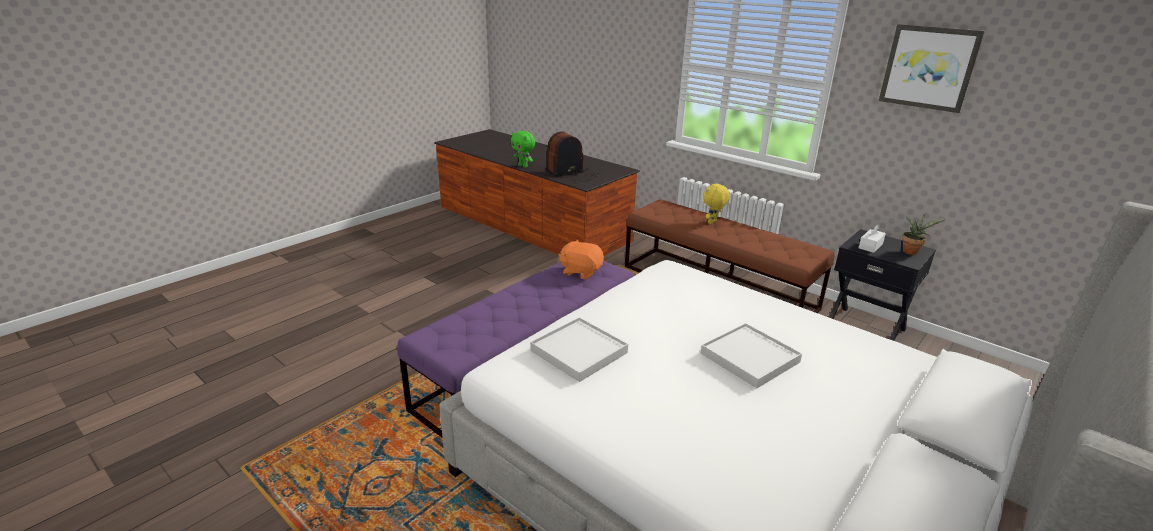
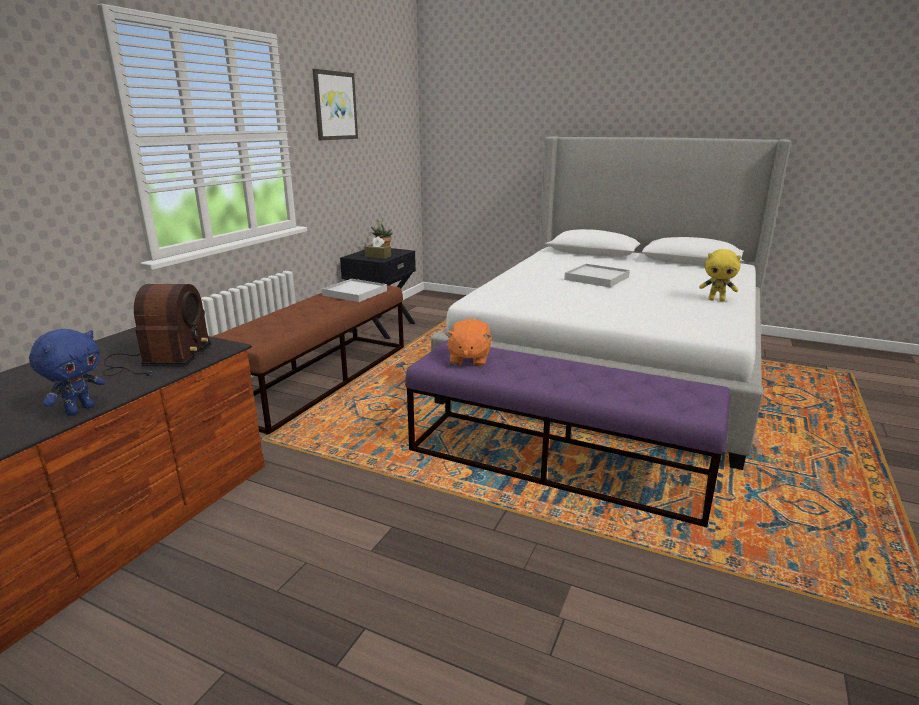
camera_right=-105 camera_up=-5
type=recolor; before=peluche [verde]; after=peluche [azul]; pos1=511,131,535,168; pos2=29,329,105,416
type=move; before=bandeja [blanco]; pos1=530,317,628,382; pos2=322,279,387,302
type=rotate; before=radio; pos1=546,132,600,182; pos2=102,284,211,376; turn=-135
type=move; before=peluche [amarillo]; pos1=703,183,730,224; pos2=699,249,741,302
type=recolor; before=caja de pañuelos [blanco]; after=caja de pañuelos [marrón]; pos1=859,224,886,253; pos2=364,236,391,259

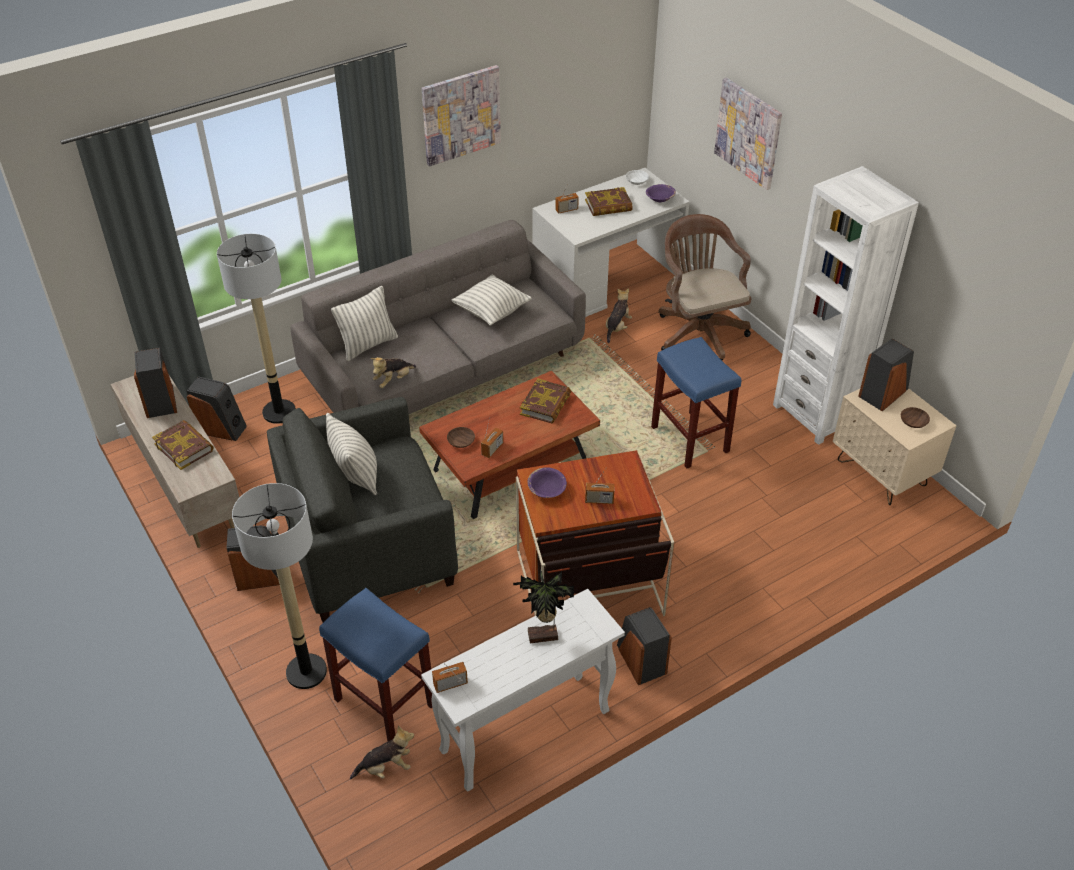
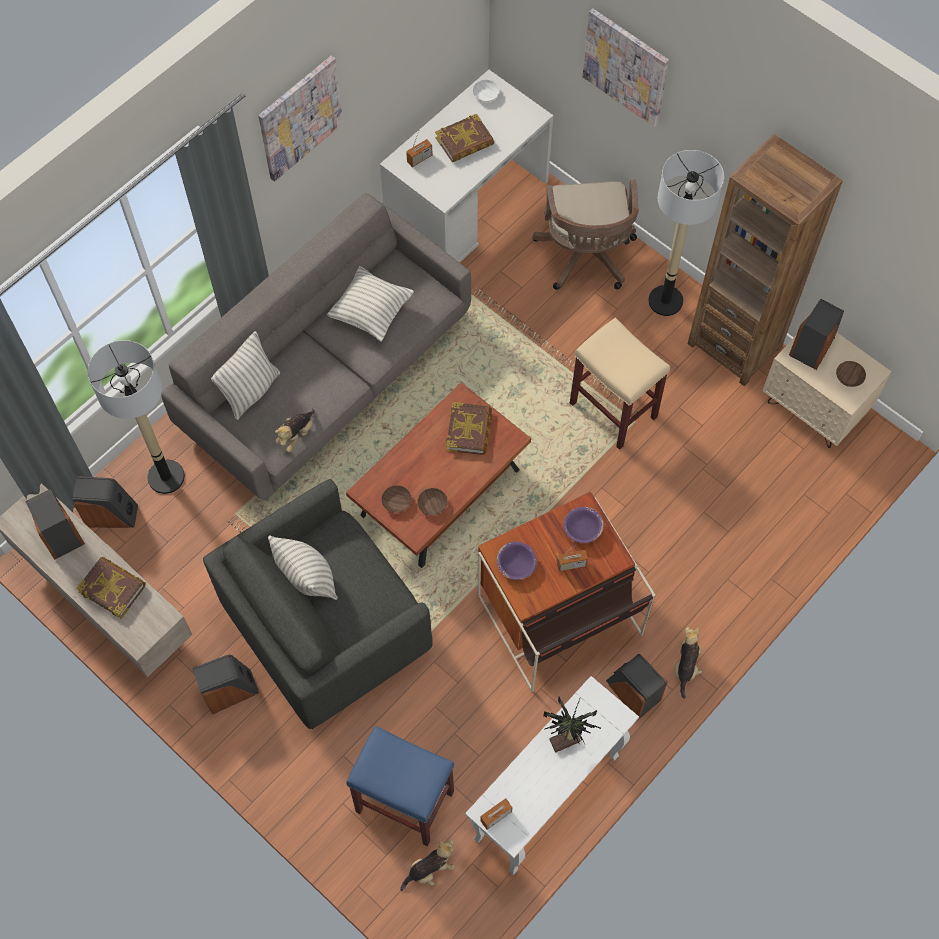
camera_right=-15 camera_up=20
type=move; before=lámpara de pie; pos1=232,483,327,689; pos2=648,150,724,316
type=replace; before=radio; after=cuenco [marrón]; pos1=481,417,503,458; pos2=417,488,448,516
type=move; before=peluche; pos1=606,288,632,343; pos2=675,627,702,699
type=move; before=cuenco [morado]; pos1=646,184,676,202; pos2=564,507,604,543
type=recolor; before=taburete [azul]; after=taburete [beis]; pos1=651,337,741,468; pos2=570,318,670,450
type=rotate; before=silla de oficina [marrón]; pos1=658,214,751,360; pos2=532,180,639,290; turn=-150
type=recolor; before=estantería [blanco]; after=estantería [marrón]; pos1=773,166,919,445; pos2=687,134,843,387

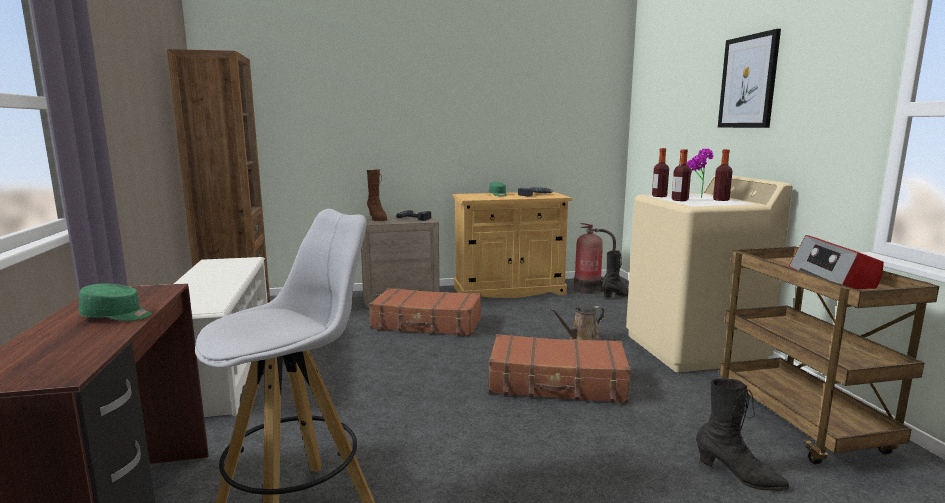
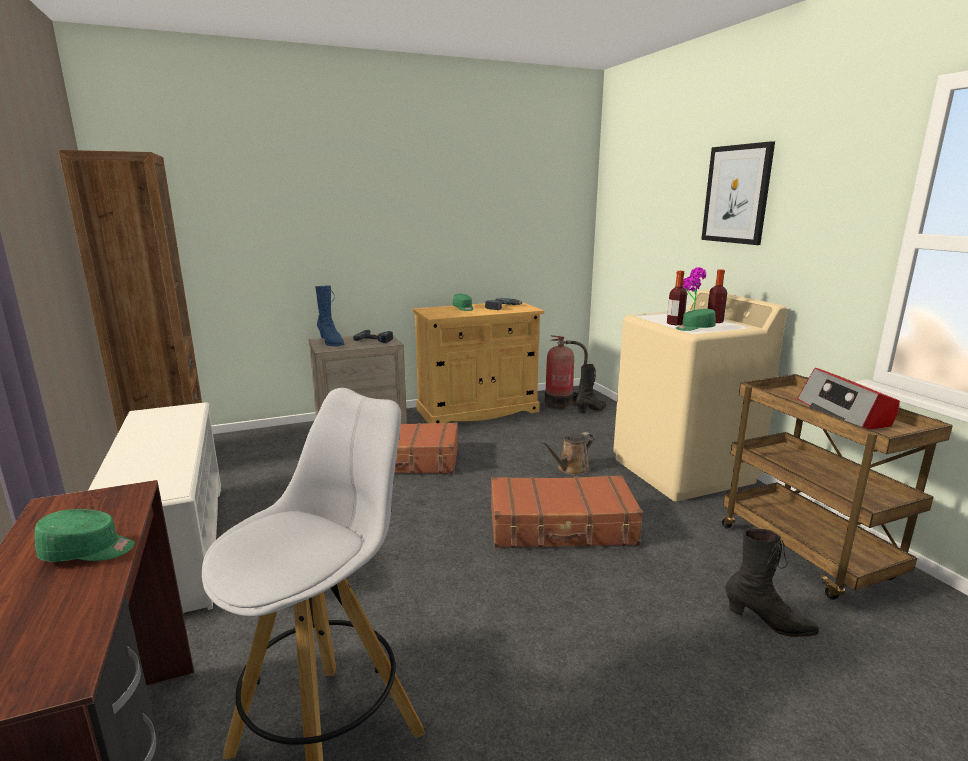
camera_right=-10 camera_up=5
type=recolor; before=bota [marrón]; after=bota [azul]; pos1=367,169,387,221; pos2=315,286,345,346
type=delete; before=botella; pos1=652,148,669,197
type=insert; after=gorra [verde]; pos2=676,309,716,331

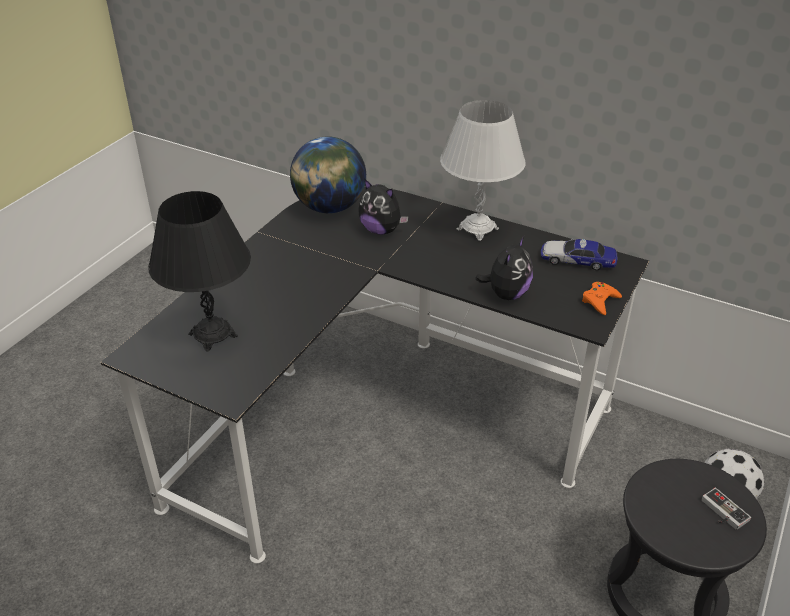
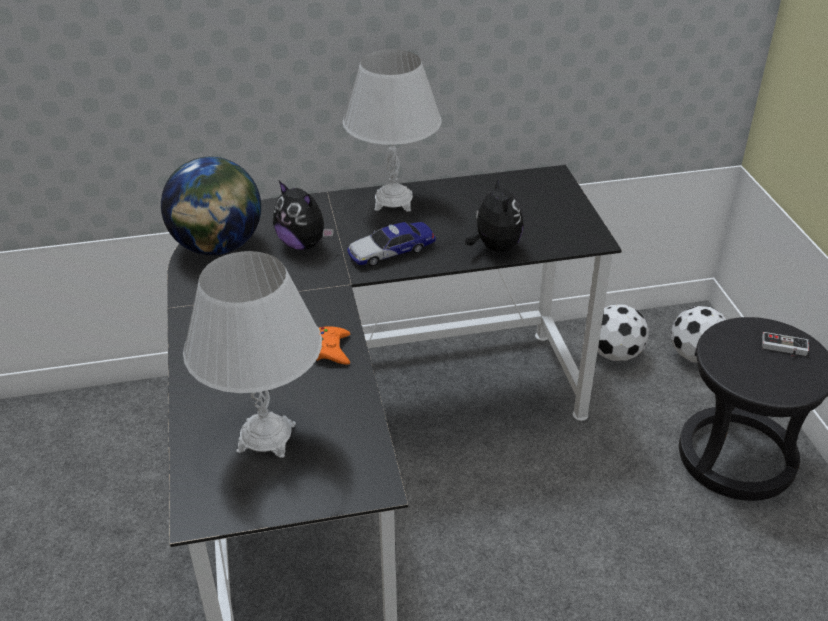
camera_right=-40 camera_up=0
type=recolor; before=lámpara de mesa [negro]; after=lámpara de mesa [blanco]; pos1=148,191,251,352; pos2=183,251,322,458
type=rotate; before=peluche; pos1=358,179,409,235; pos2=273,181,334,250; turn=45
type=move; before=coche de juguete; pos1=541,239,617,270; pos2=347,222,436,267
type=move; before=mando de consola [naranja]; pos1=582,282,622,315; pos2=317,326,350,365
type=insert; after=balón de fútbol; pos2=598,304,649,361

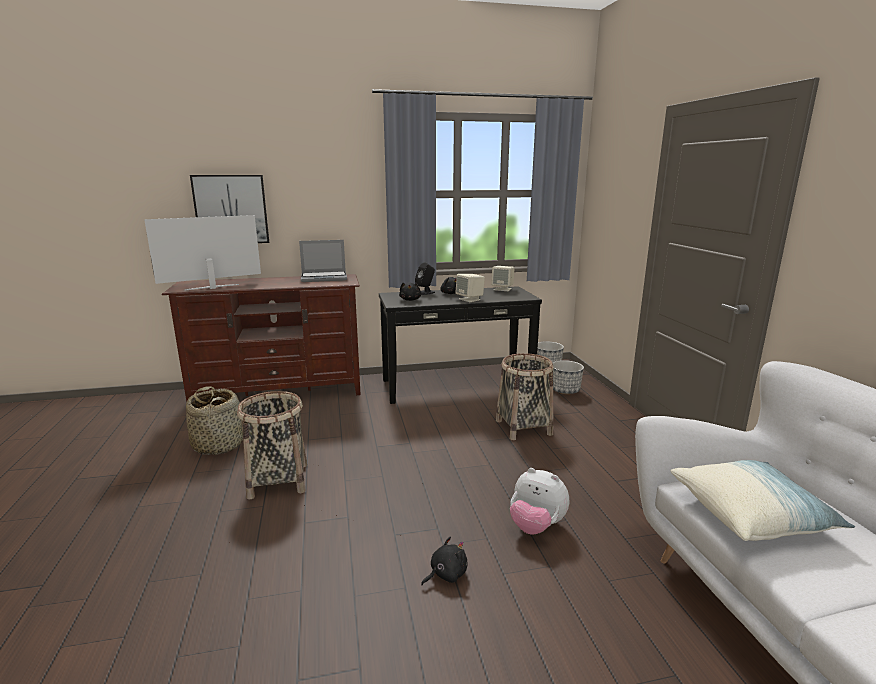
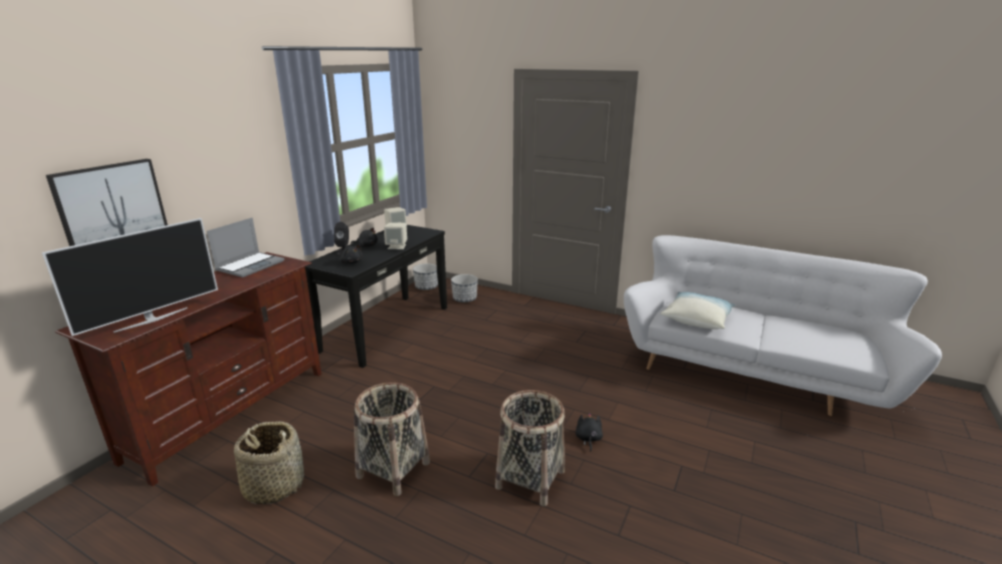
camera_right=-50 camera_up=5
type=rotate; before=televisor; pos1=144,215,261,290; pos2=42,218,218,336; turn=-150
type=move; before=cesta; pos1=496,353,554,440; pos2=495,390,565,506
type=delete; before=peluche; pos1=510,468,569,534

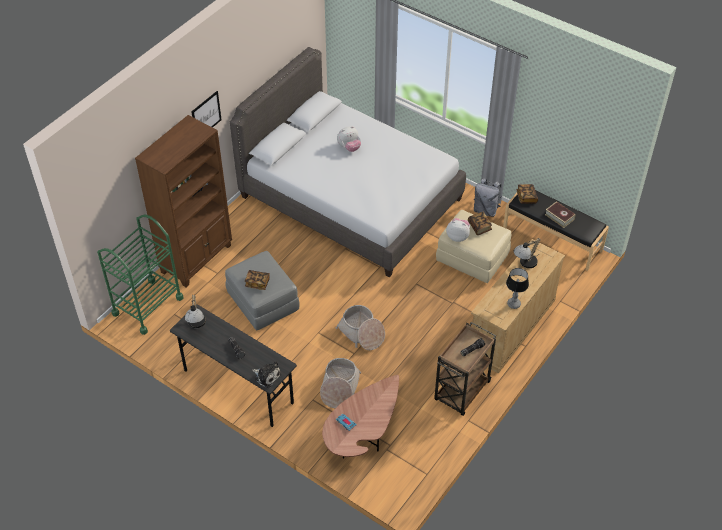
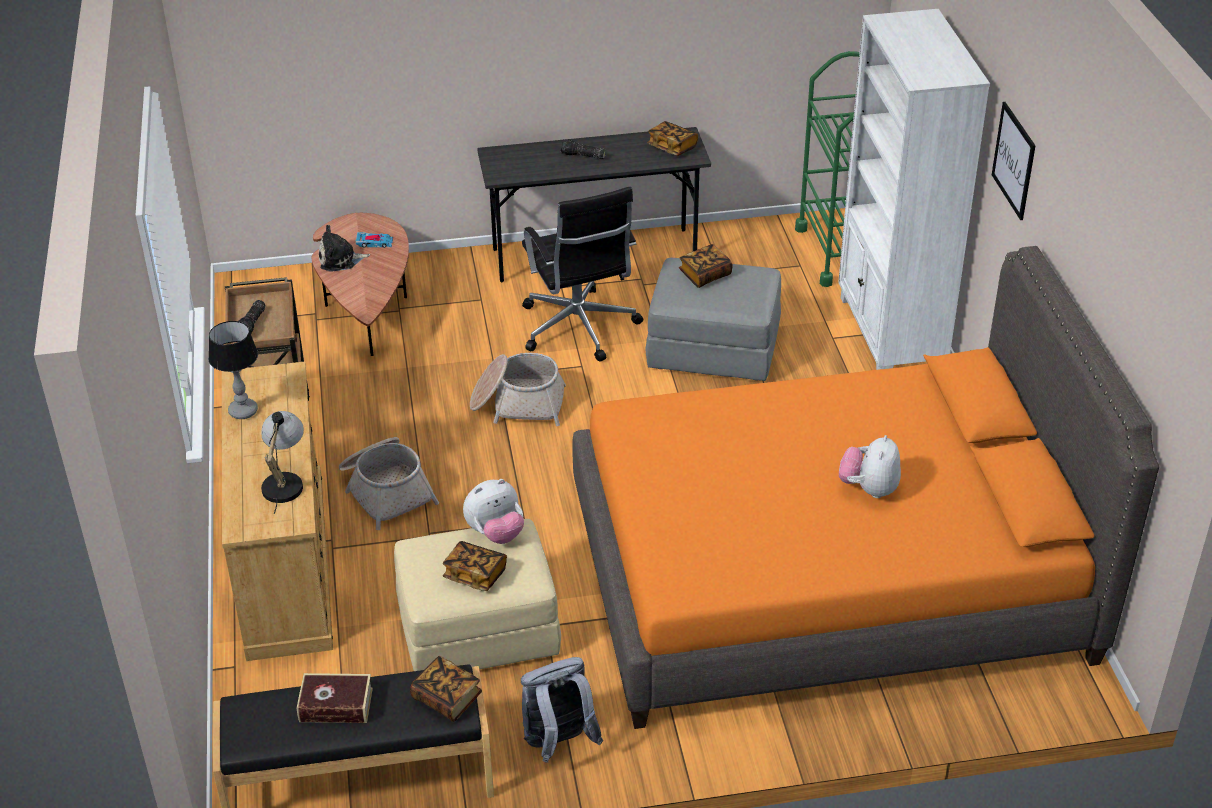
camera_right=135 camera_up=-10
type=recolor; before=estantería [marrón]; after=estantería [blanco]; pos1=135,115,232,287; pos2=838,9,990,370
type=replace; before=lámpara de mesa; after=libro; pos1=185,295,206,328; pos2=647,121,698,156
type=recolor; before=cama [gris]; after=cama [naranja]; pos1=230,47,466,277; pos2=572,246,1159,729
type=move; before=peluche; pos1=252,361,281,388; pos2=319,225,370,272
type=move; before=cesta; pos1=320,358,361,408; pos2=339,437,439,530
type=insert; after=silla de oficina [negro]; pos2=522,187,643,361

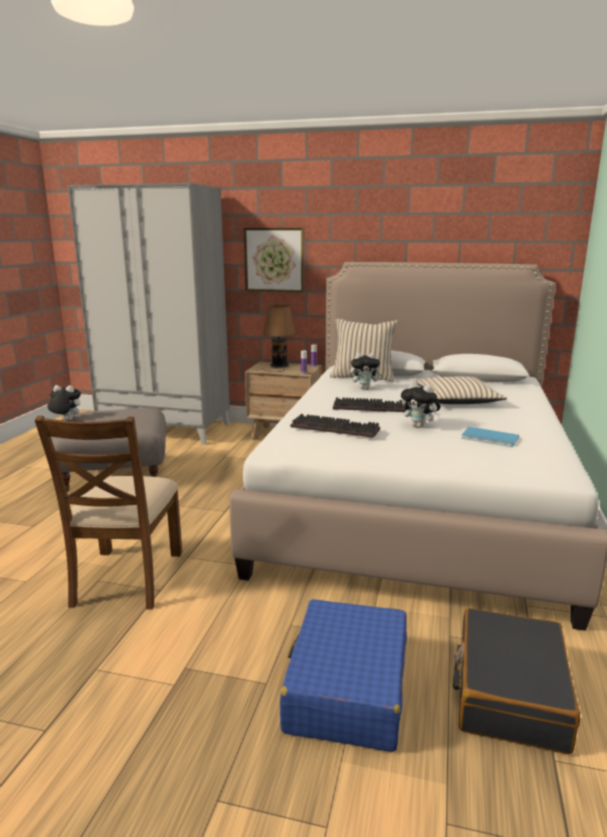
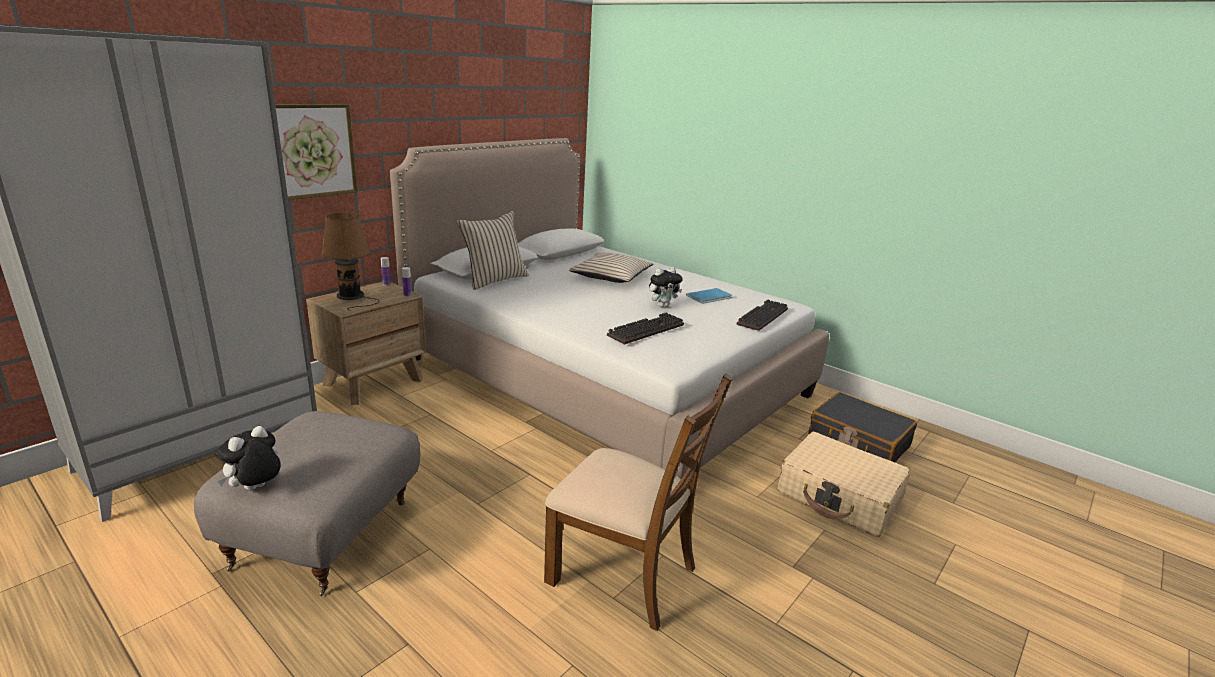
camera_right=-65 camera_up=5
type=recolor; before=maleta [azul]; after=maleta [beis]; pos1=280,599,407,752; pos2=778,432,911,537
type=move; before=teclado; pos1=333,397,406,412; pos2=736,300,788,331
type=delete; before=peluche; pos1=350,353,383,389

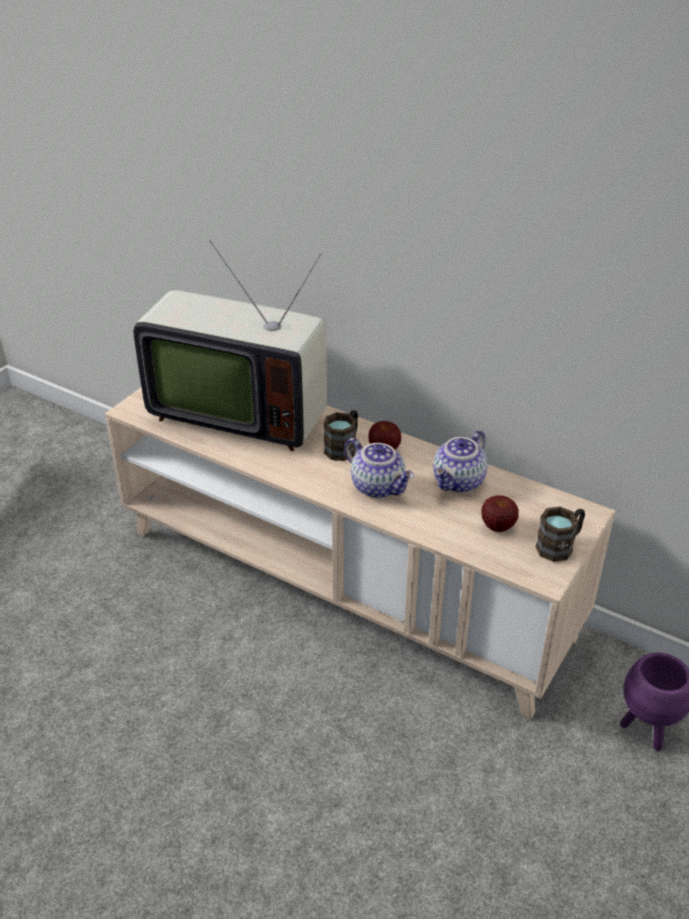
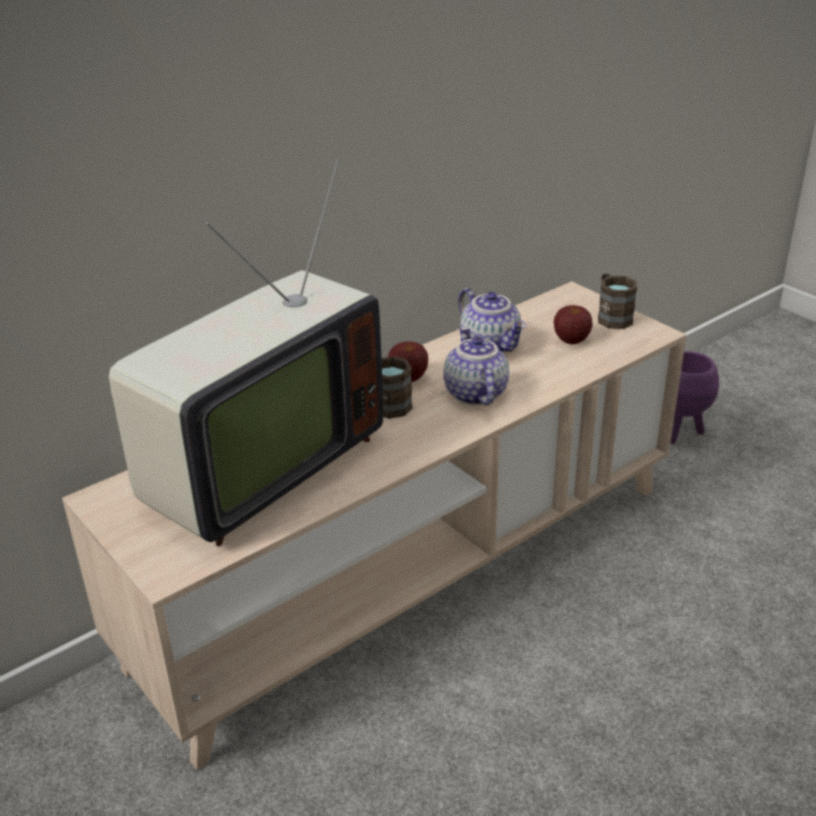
camera_right=-70 camera_up=-5
type=rotate; before=tetera; pos1=344,438,414,498; pos2=443,327,509,405; turn=-75

